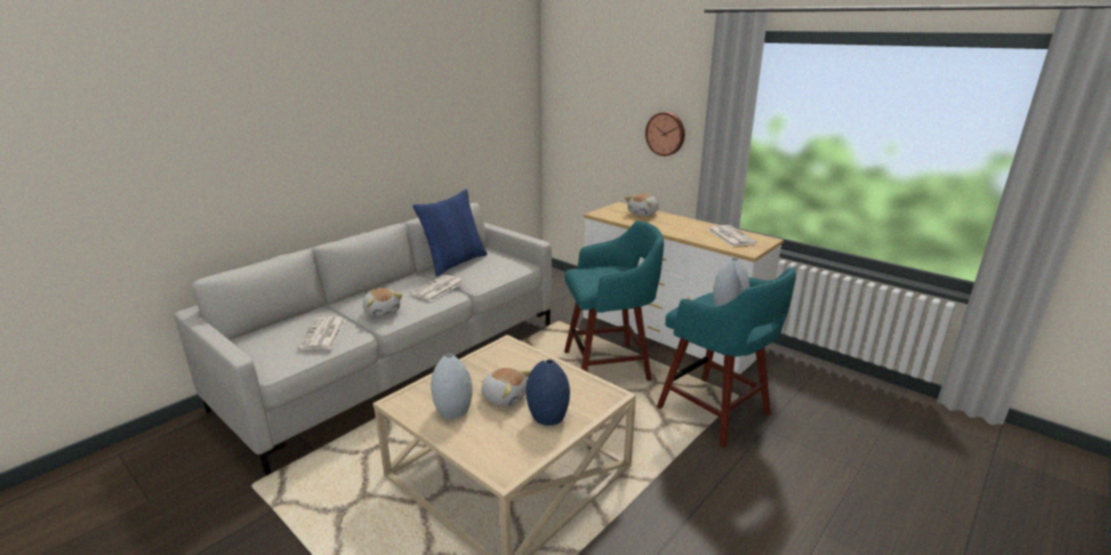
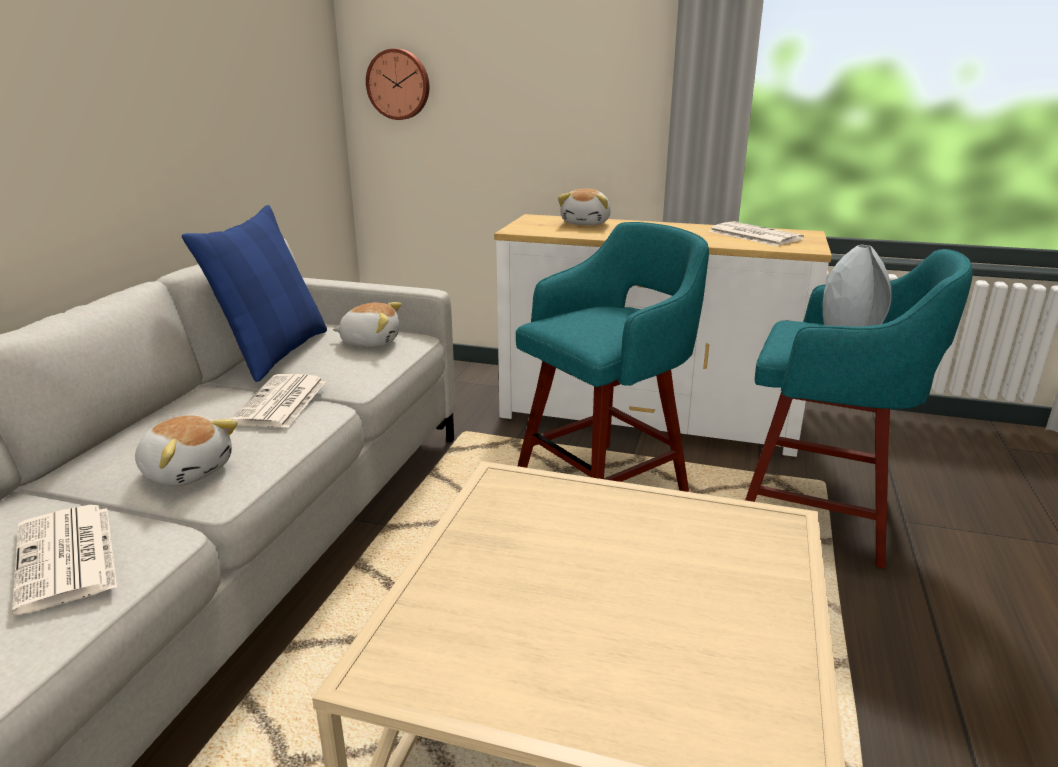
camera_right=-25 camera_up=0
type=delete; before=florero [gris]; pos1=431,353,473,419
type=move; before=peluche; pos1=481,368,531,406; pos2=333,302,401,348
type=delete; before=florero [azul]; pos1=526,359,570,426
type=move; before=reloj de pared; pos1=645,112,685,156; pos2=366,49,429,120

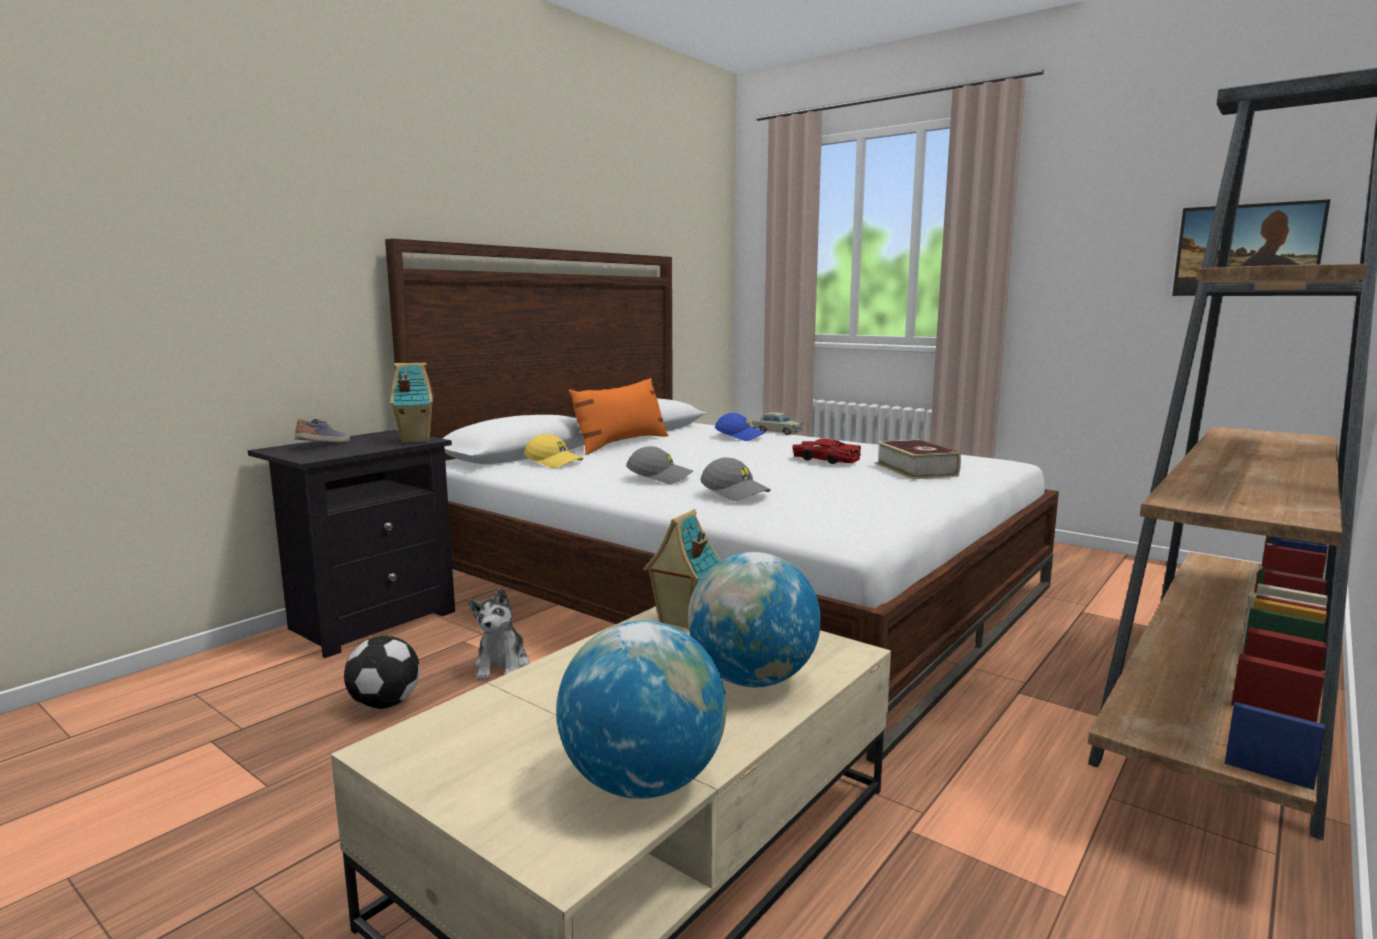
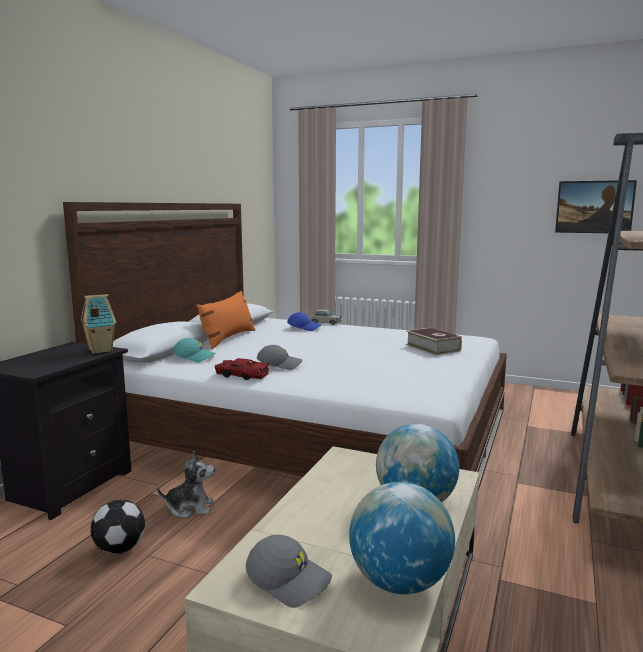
camera_right=-15 camera_up=0
type=delete; before=zapato; pos1=295,419,350,442
type=rotate; before=peluche; pos1=468,588,530,680; pos2=157,451,215,518; turn=-75
type=recolor; before=gorra [amarillo]; after=gorra [turquesa]; pos1=524,434,583,468; pos2=173,338,216,363
type=delete; before=casita; pos1=644,509,721,630
type=move; before=gorra [gris]; pos1=700,457,771,501; pos2=246,535,332,608
type=move; before=coche de juguete [rojo]; pos1=792,438,861,464; pos2=215,358,269,380

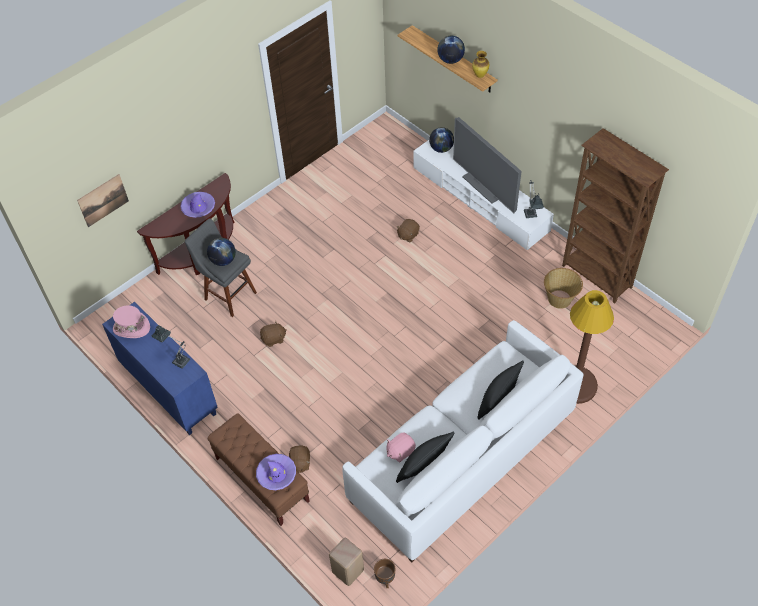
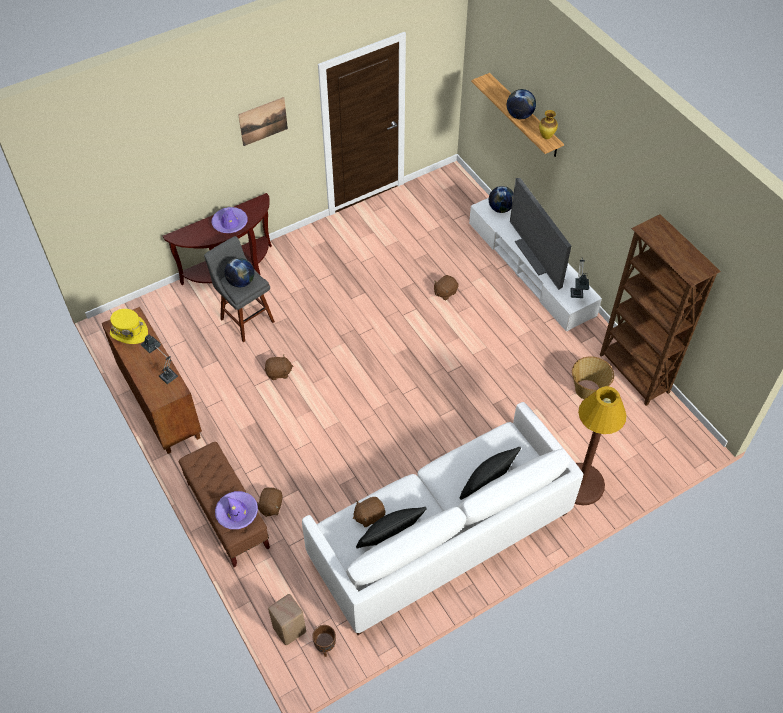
camera_right=10 camera_up=0
type=move; before=cuadro; pos1=77,174,129,227; pos2=238,97,288,146
type=recolor; before=armario [azul]; after=armario [marrón]; pos1=102,302,218,435; pos2=102,307,202,454
type=recolor; before=sombrero [rosa]; after=sombrero [amarillo]; pos1=113,305,150,338; pos2=110,309,148,344
type=recolor; before=peluche [rosa]; after=peluche [marrón]; pos1=387,432,416,463; pos2=353,497,385,527

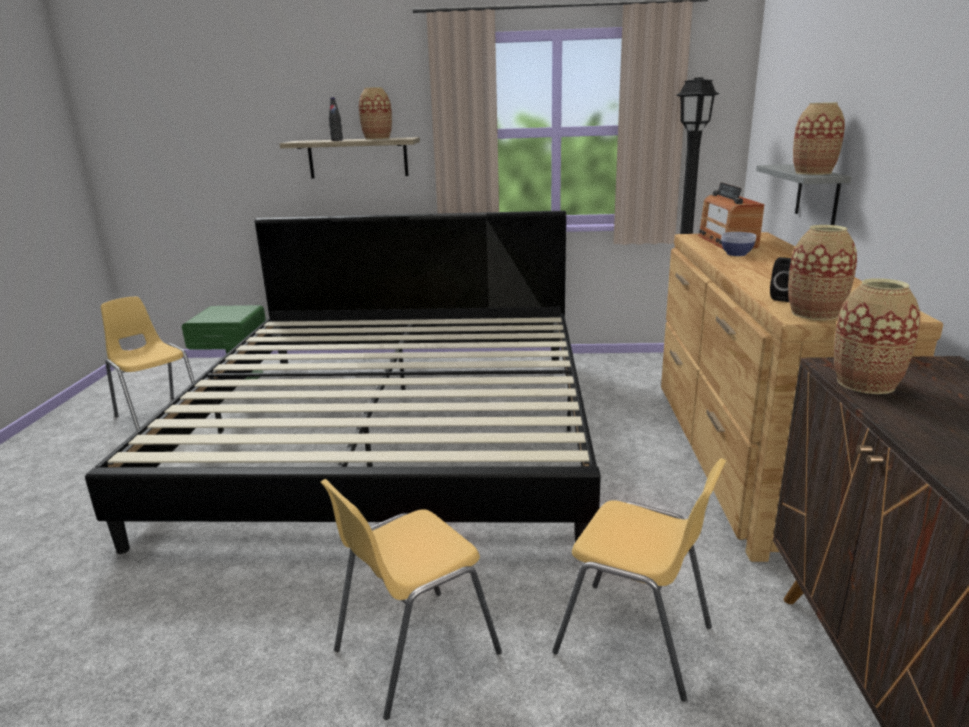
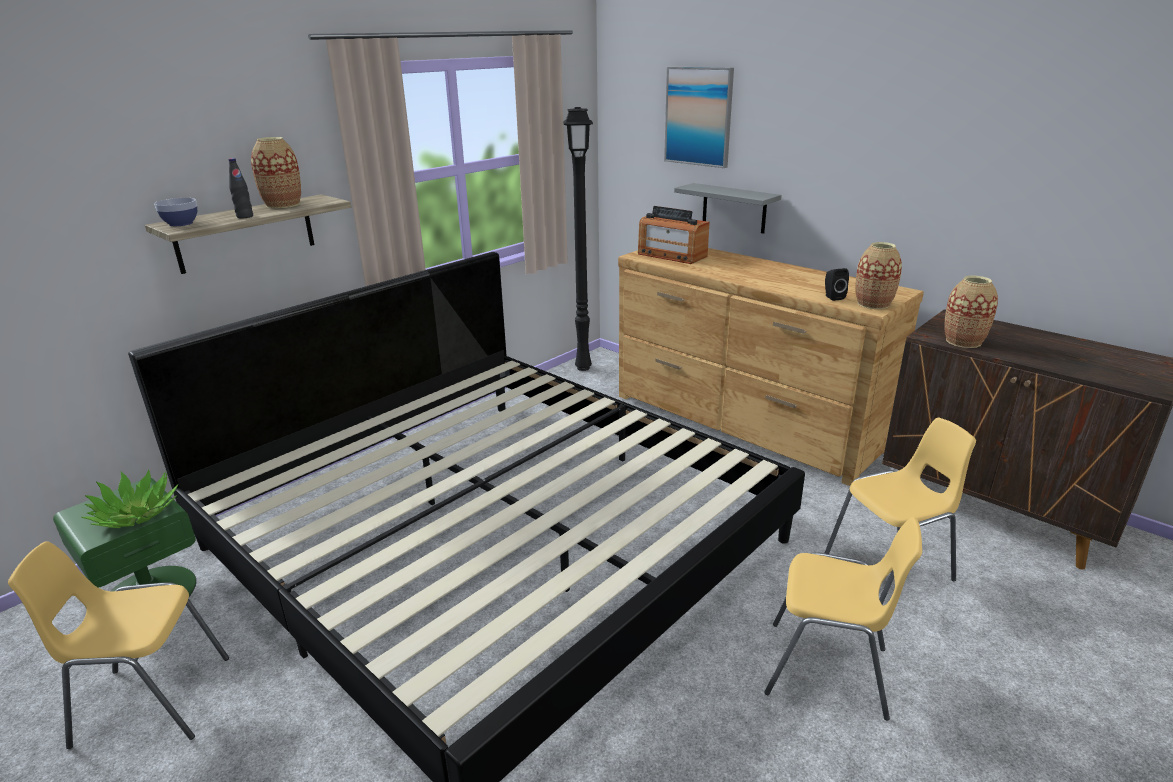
camera_right=-50 camera_up=5
type=rotate; before=silla [amarillo]; pos1=320,479,502,720; pos2=764,517,922,721; turn=-75
type=move; before=cuenco; pos1=721,232,756,256; pos2=154,198,197,226
type=delete; before=florero; pos1=793,102,845,175
type=insert; after=planta en maceta; pos2=81,469,179,528
type=insert; after=cuadro; pos2=664,67,734,168

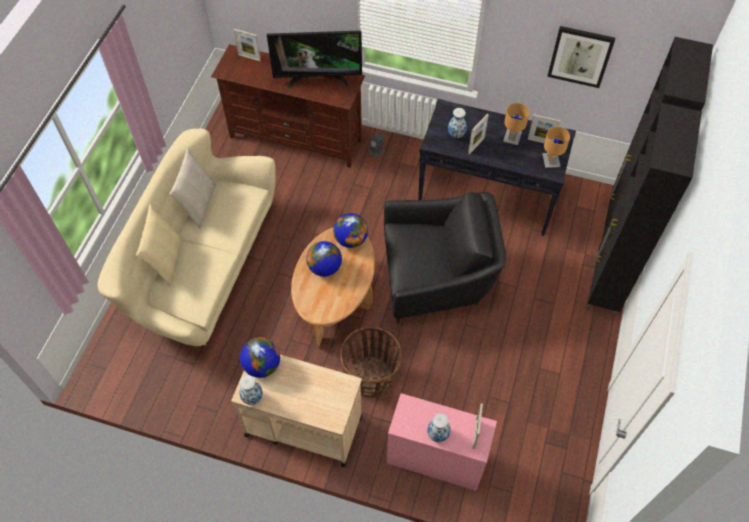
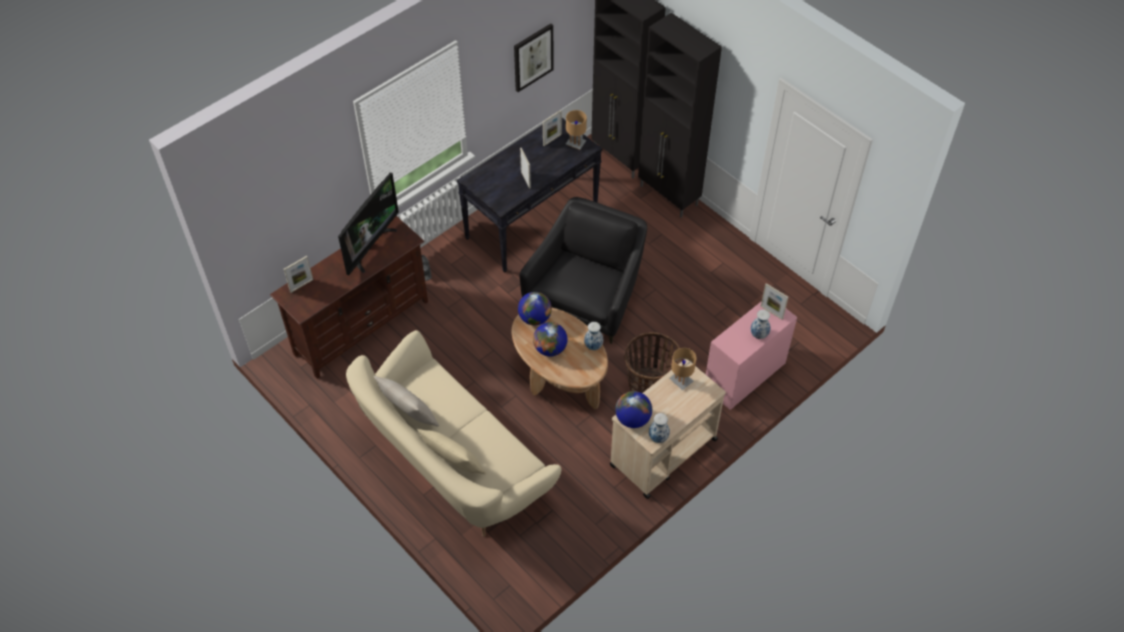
camera_right=-60 camera_up=-5
type=move; before=florero; pos1=448,108,467,138; pos2=584,322,603,350
type=move; before=lámpara de mesa [marrón]; pos1=503,103,529,145; pos2=669,348,697,390

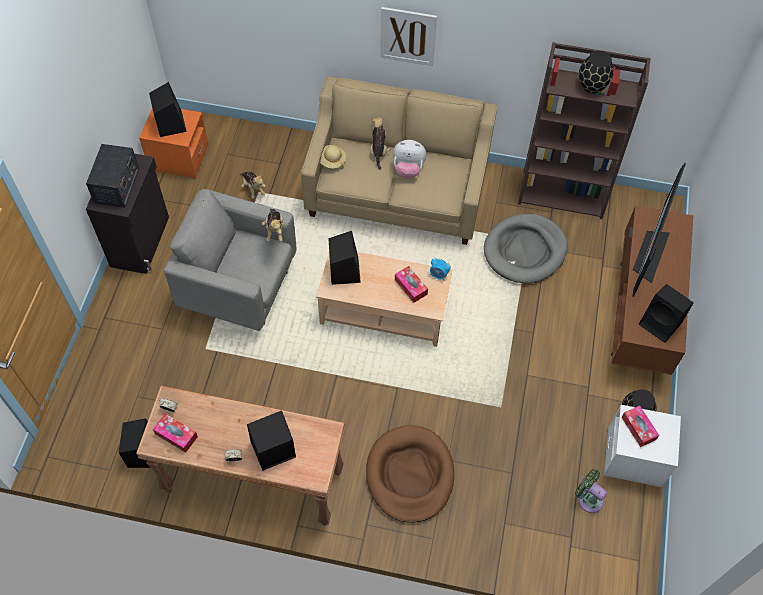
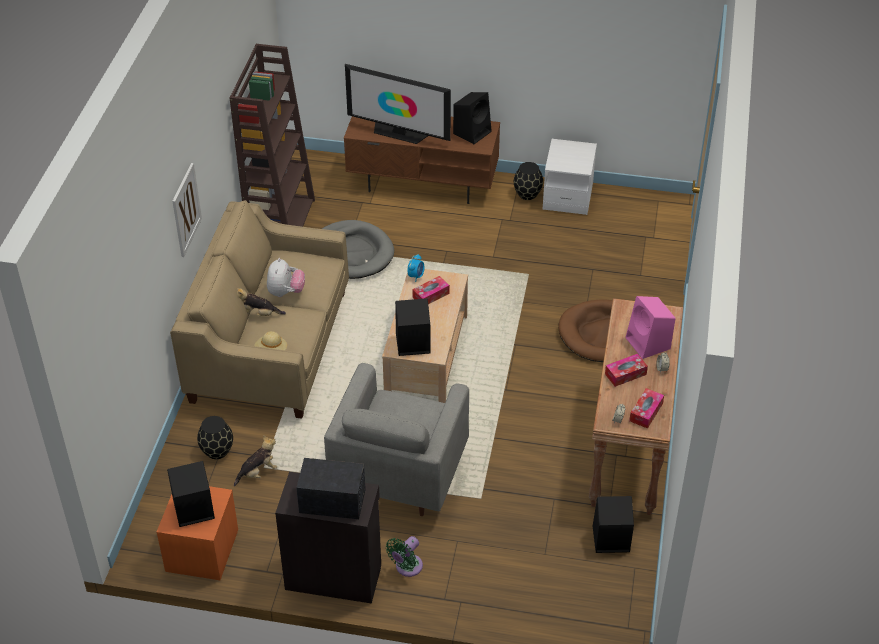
camera_right=-90 camera_up=-15
type=recolor; before=altavoz [negro]; after=altavoz [rosa]; pos1=247,411,296,471; pos2=626,296,675,359
type=delete; before=peluche; pos1=262,209,283,242
type=move; before=ventilador [verde]; pos1=575,469,607,513; pos2=386,536,423,577
type=move; before=florero [negro]; pos1=579,51,614,94; pos2=197,416,233,459
type=move; before=caja de pañuelos; pos1=621,406,659,447; pos2=605,354,648,387

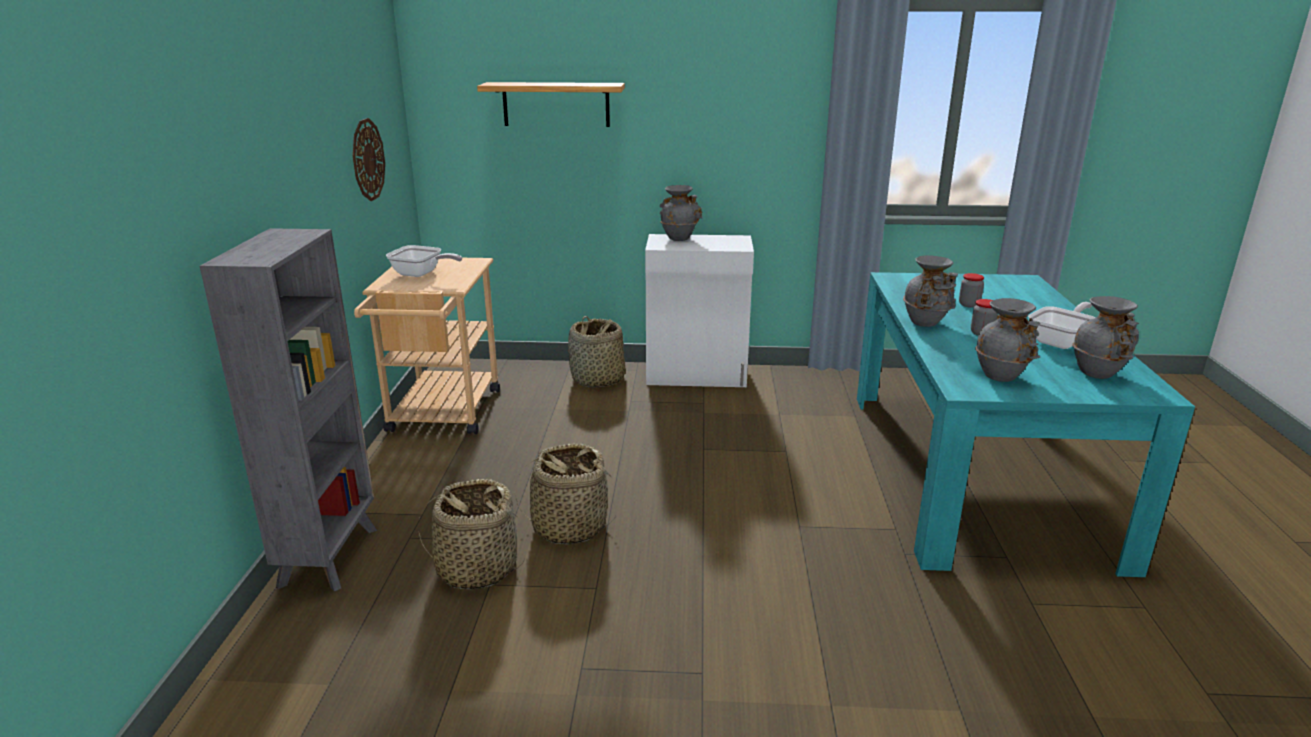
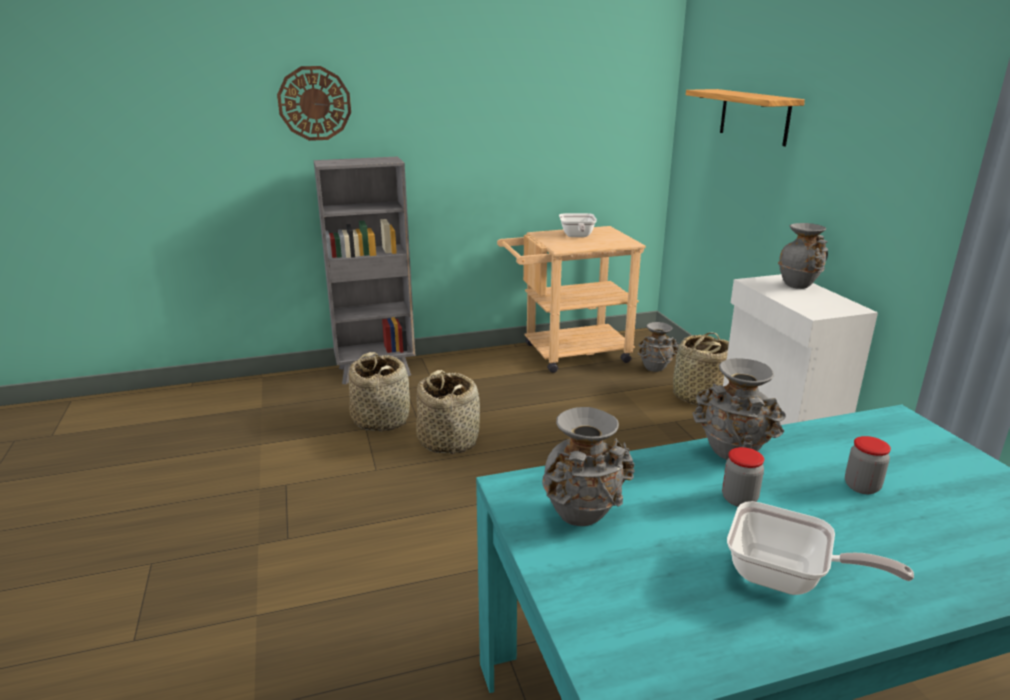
camera_right=70 camera_up=0
type=move; before=reloj de pared; pos1=353,118,385,201; pos2=277,66,351,141
type=move; before=florero [gris]; pos1=1072,296,1139,379; pos2=638,322,679,372

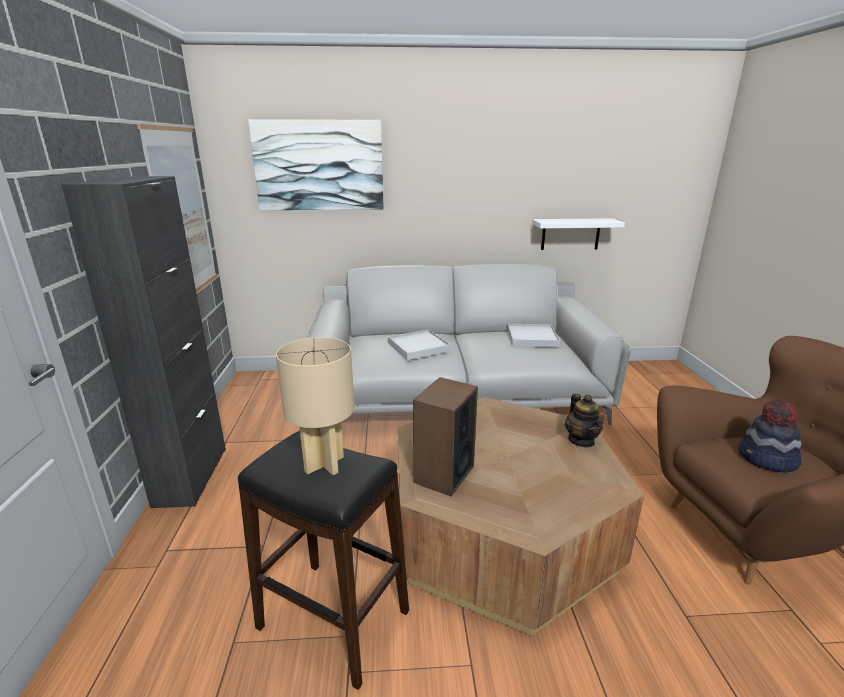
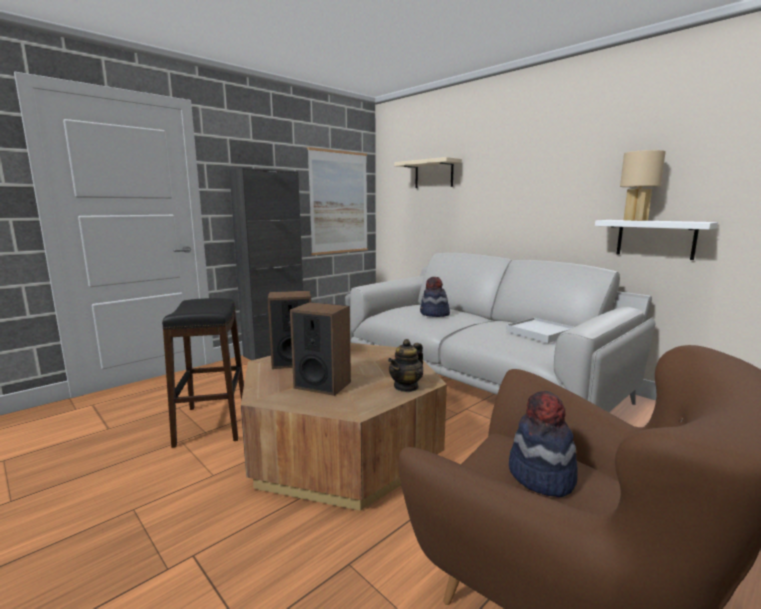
camera_right=50 camera_up=-10
type=replace; before=cuadro; after=estante [beis]; pos1=248,119,384,210; pos2=394,157,462,188
type=move; before=lámpara de mesa [beis]; pos1=276,337,355,475; pos2=620,150,666,221
type=replace; before=bandeja [blanco]; after=sombrero; pos1=388,329,451,360; pos2=420,277,450,317
type=insert; after=altavoz; pos2=290,302,351,396

